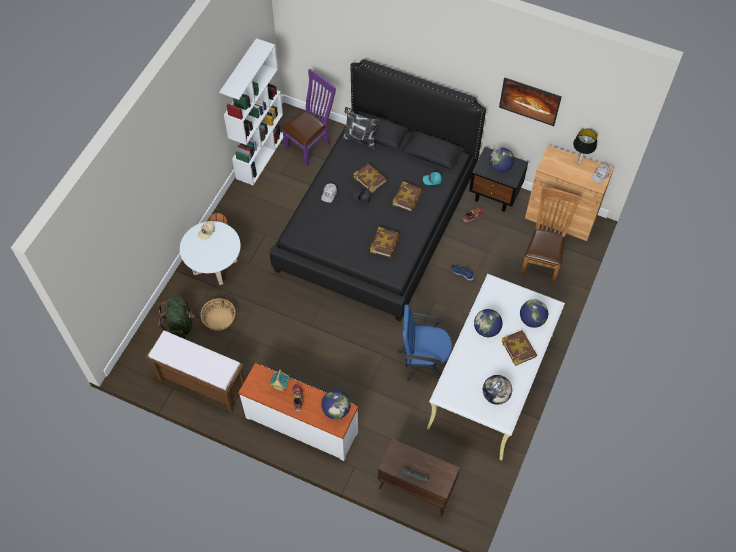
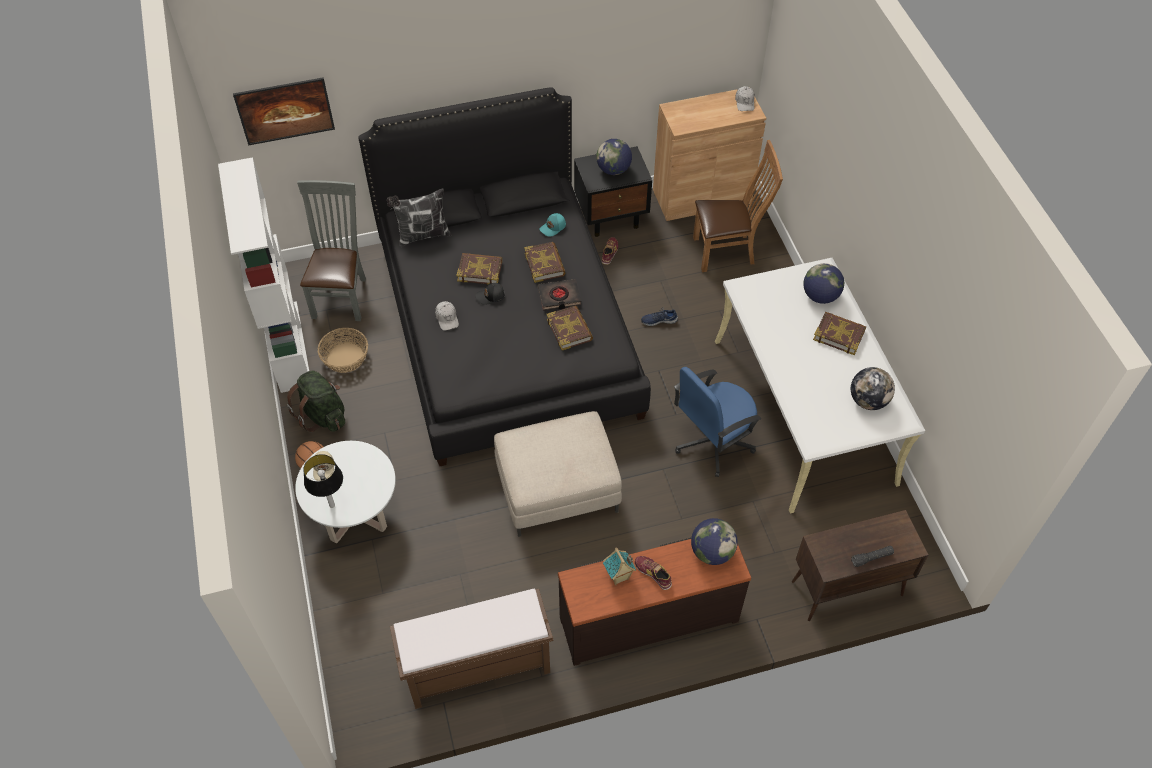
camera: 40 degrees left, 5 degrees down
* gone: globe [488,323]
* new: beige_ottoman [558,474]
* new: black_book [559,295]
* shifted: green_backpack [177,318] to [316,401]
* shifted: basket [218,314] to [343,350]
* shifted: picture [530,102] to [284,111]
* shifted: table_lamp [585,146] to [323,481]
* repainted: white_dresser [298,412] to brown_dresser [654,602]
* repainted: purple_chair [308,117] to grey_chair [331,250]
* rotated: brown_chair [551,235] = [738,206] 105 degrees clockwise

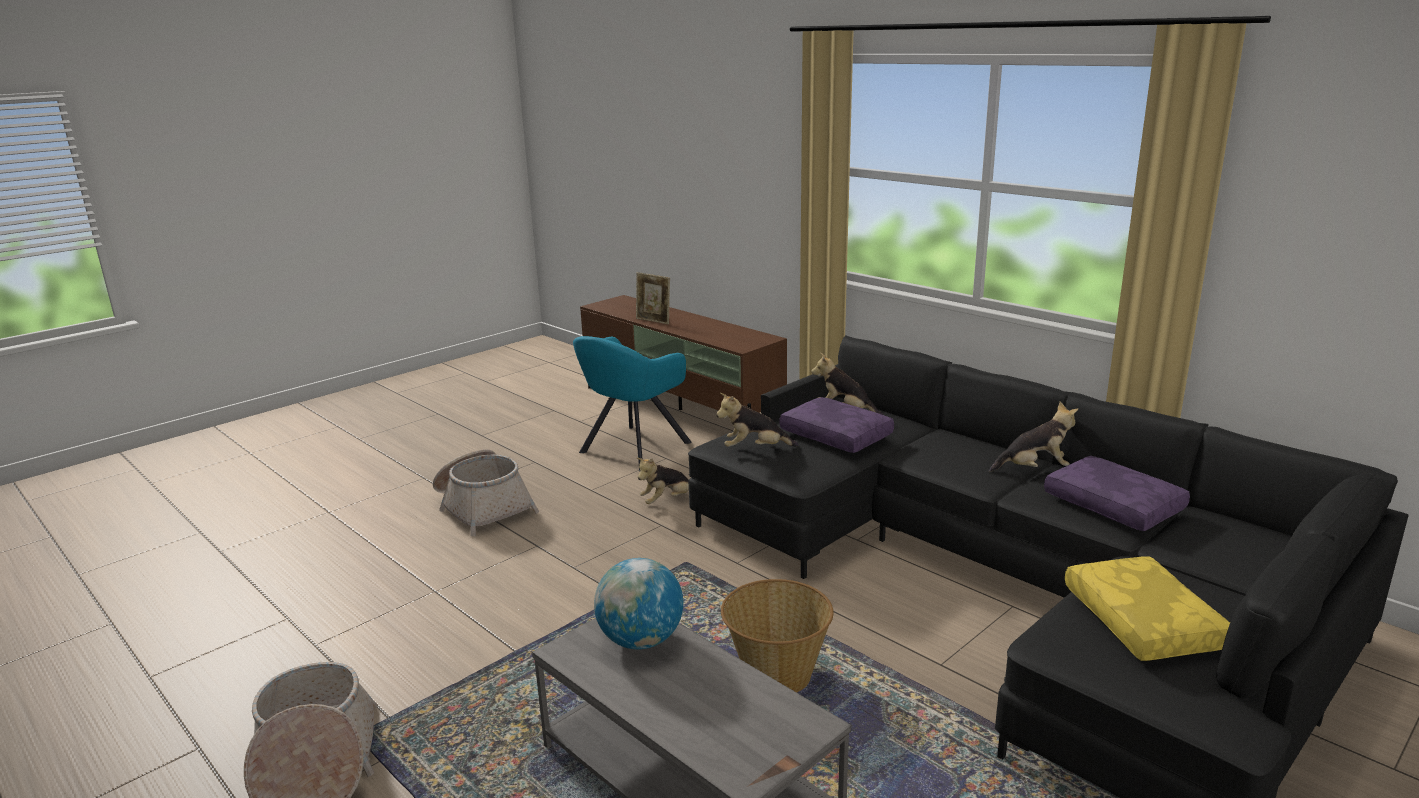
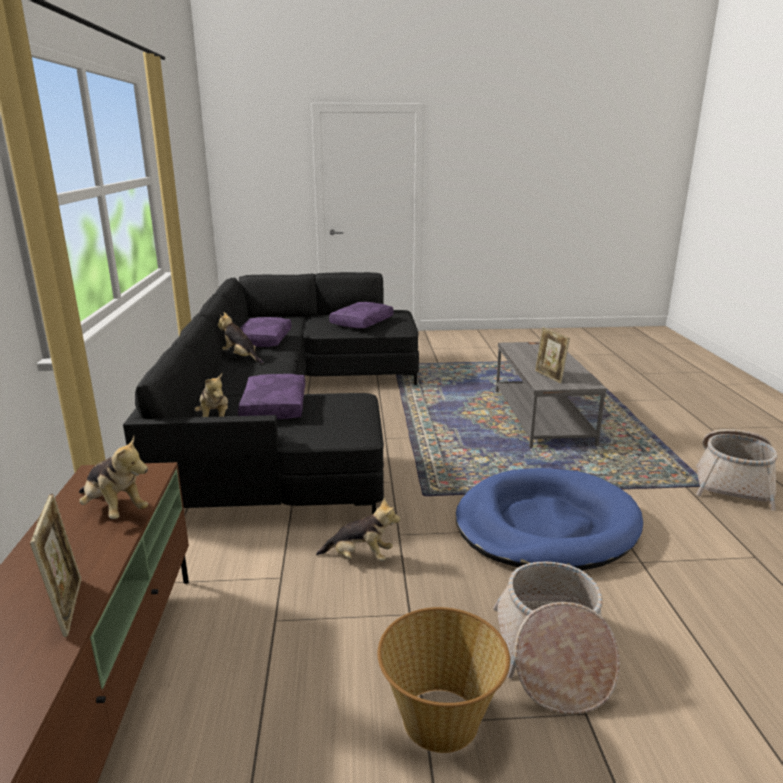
camera: 140 degrees left, 0 degrees up
* gone: turquoise_armchair [632,403]
* new: blue_dog_bed [549,519]
* shifted: plush_toy [757,420] to [113,477]
* shifted: basket [777,635] to [444,680]
* swapped: globe [638,603] to picture_frame [552,355]
* repainted: yellow_pillow [1147,608] to purple_pillow [361,315]

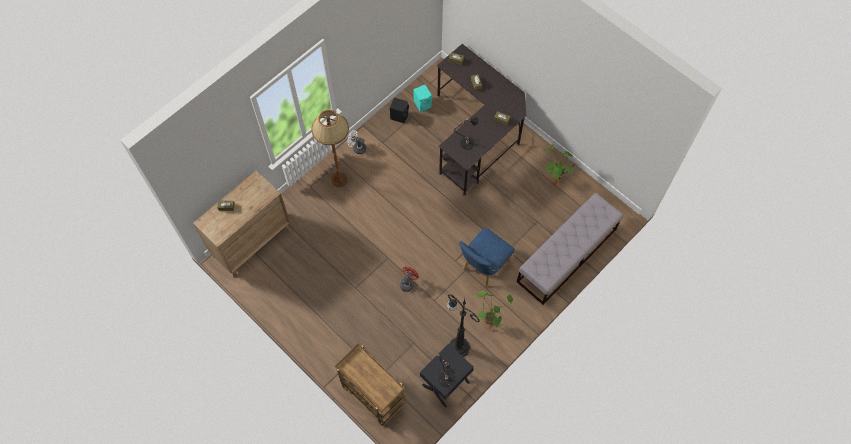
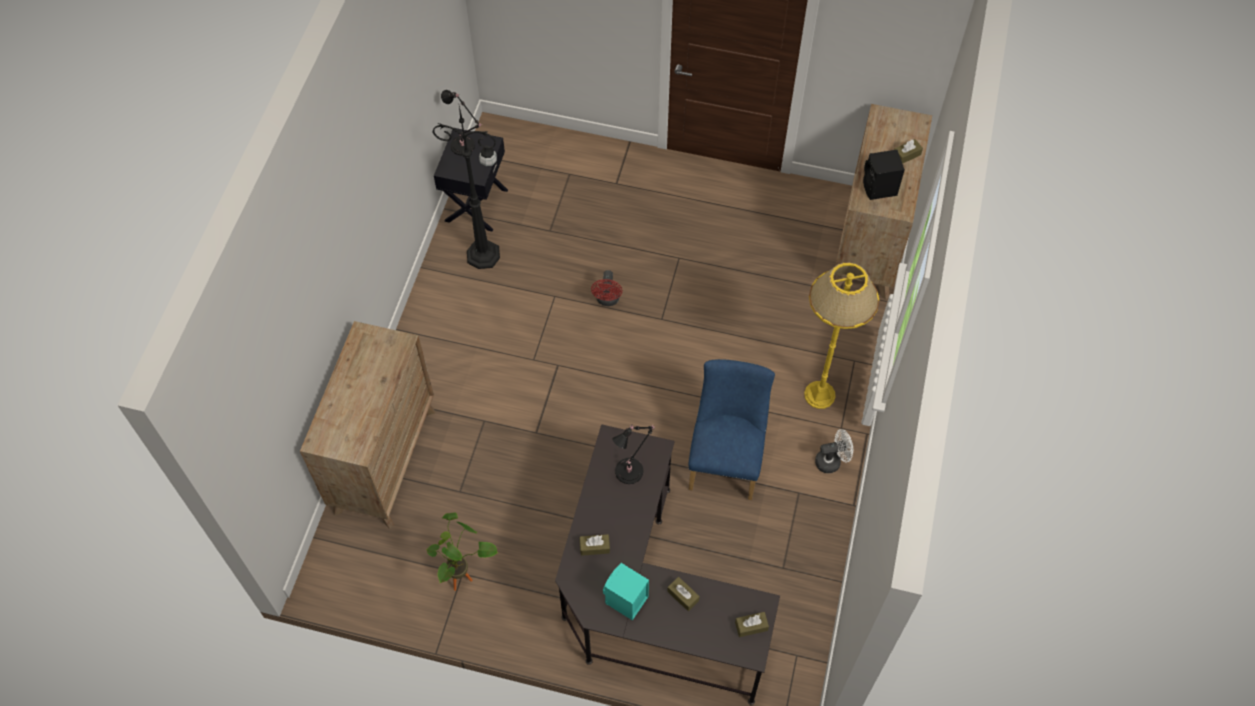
camera: 150 degrees right, 5 degrees down
* gone: brown_cart [370,384]
* gone: potted_plant [494,310]
* shifted: black_speaker [399,110] to [884,175]
* shifted: turquoise_speaker [422,98] to [626,591]
* shifted: blue_chair [487,257] to [731,429]
* swapped: grey_bench [570,249] to brown_dresser [367,425]
* repainted: brown_floor_lamp [330,148] to yellow_floor_lamp [841,336]

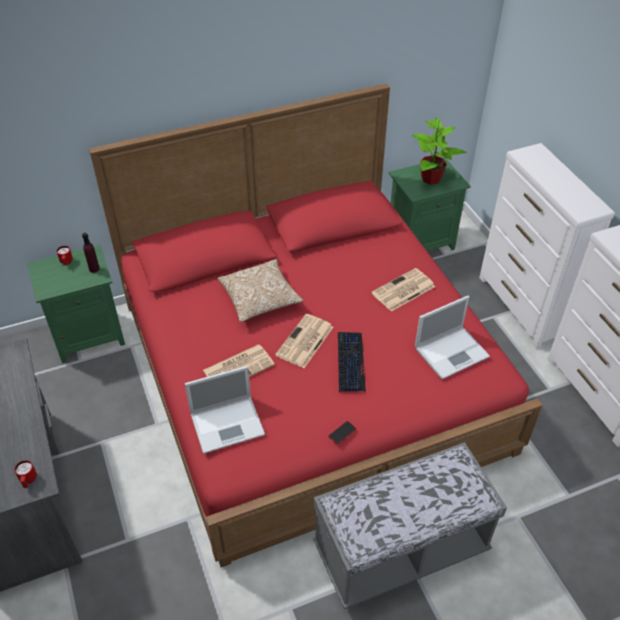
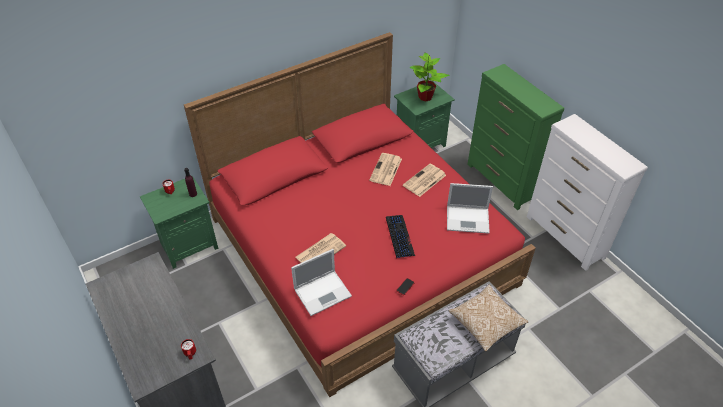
camera: 10 degrees left, 0 degrees up
* shifted: pillow [261,290] to [488,317]
* shifted: newspaper [304,341] to [385,169]
* repainted: white_dresser [547,246] to green_dresser [515,137]
* rotated: laptop [452,337] = [470,208] 45 degrees clockwise

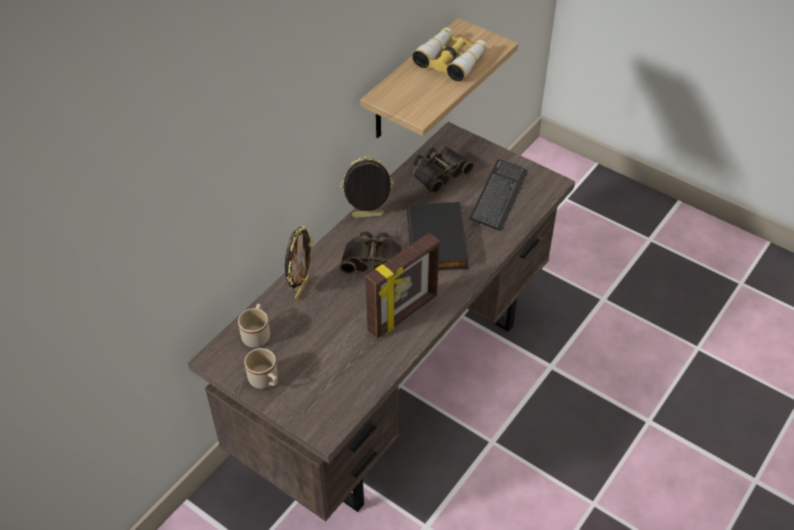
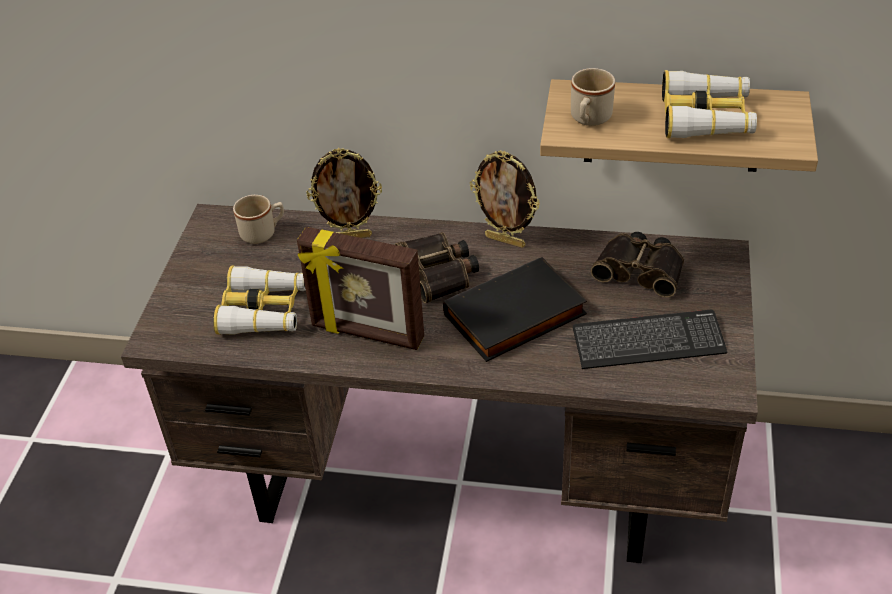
camera: 65 degrees right, 5 degrees down
* new: binoculars [259,300]
* shifted: beige_mug [260,368] to [593,97]
* rotated: picture_frame [367,187] = [505,199] 150 degrees clockwise

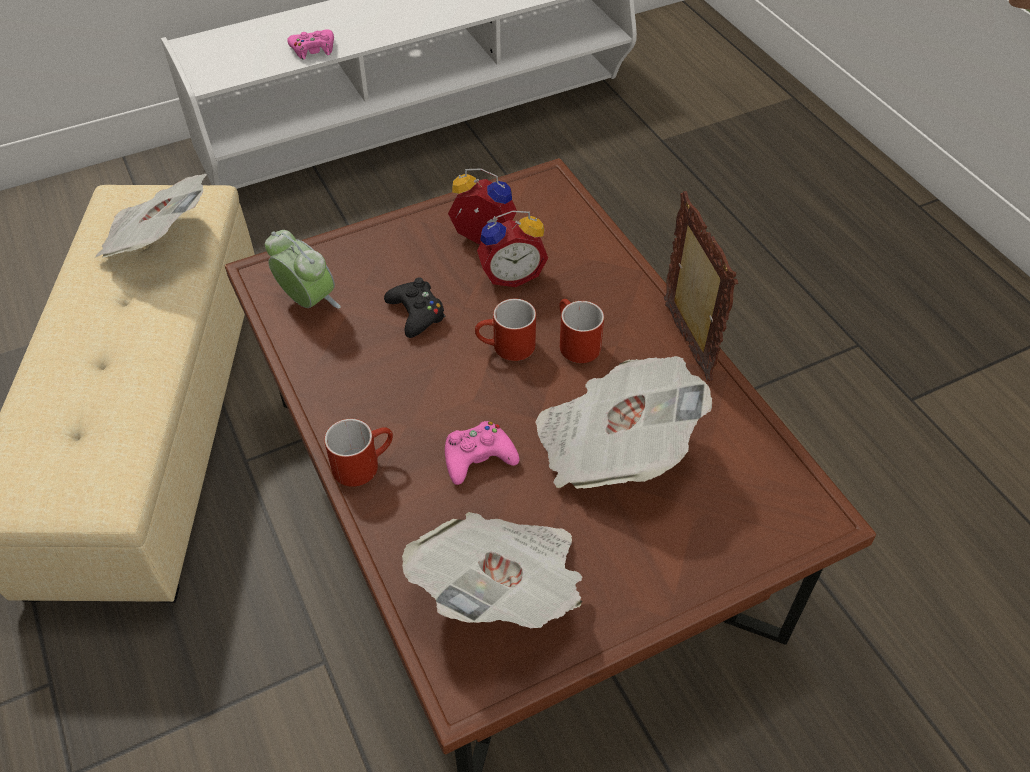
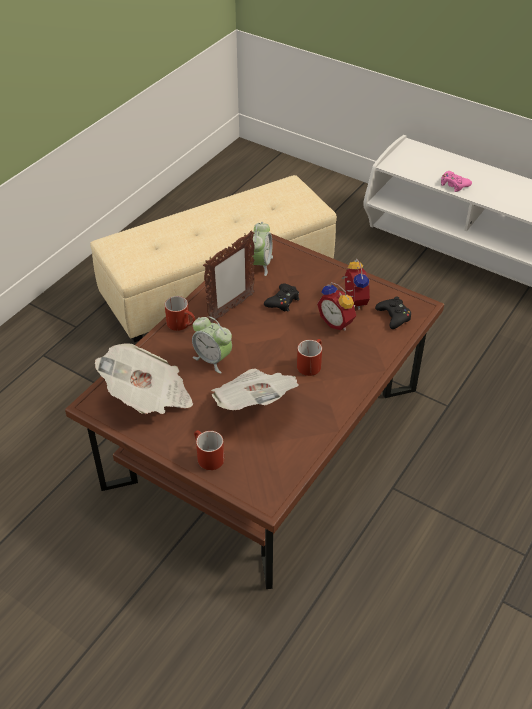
camera: 60 degrees right, 5 degrees down
* gone: newspaper [151,216]
* new: black_game_controller [393,312]
* shifted: red_mug [505,330] to [209,450]
* shifted: picture_frame [701,286] to [229,277]
* swapped: pink_game_controller [482,453] to alarm_clock [212,344]

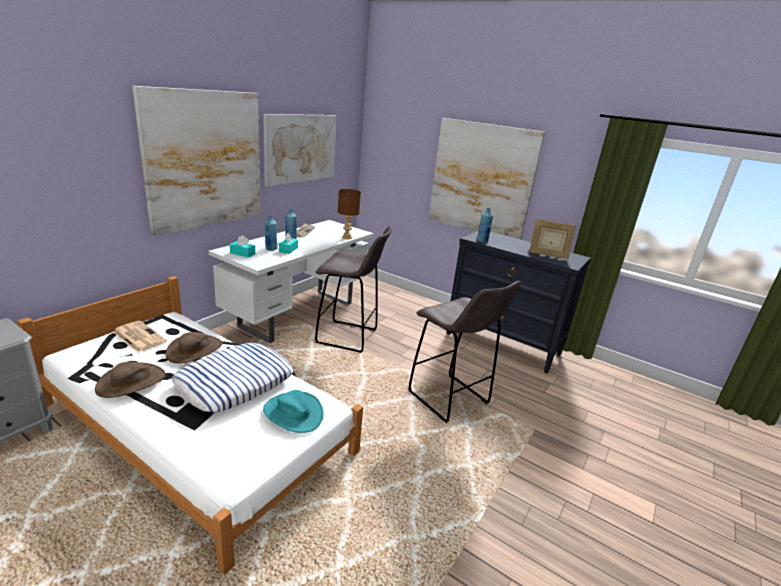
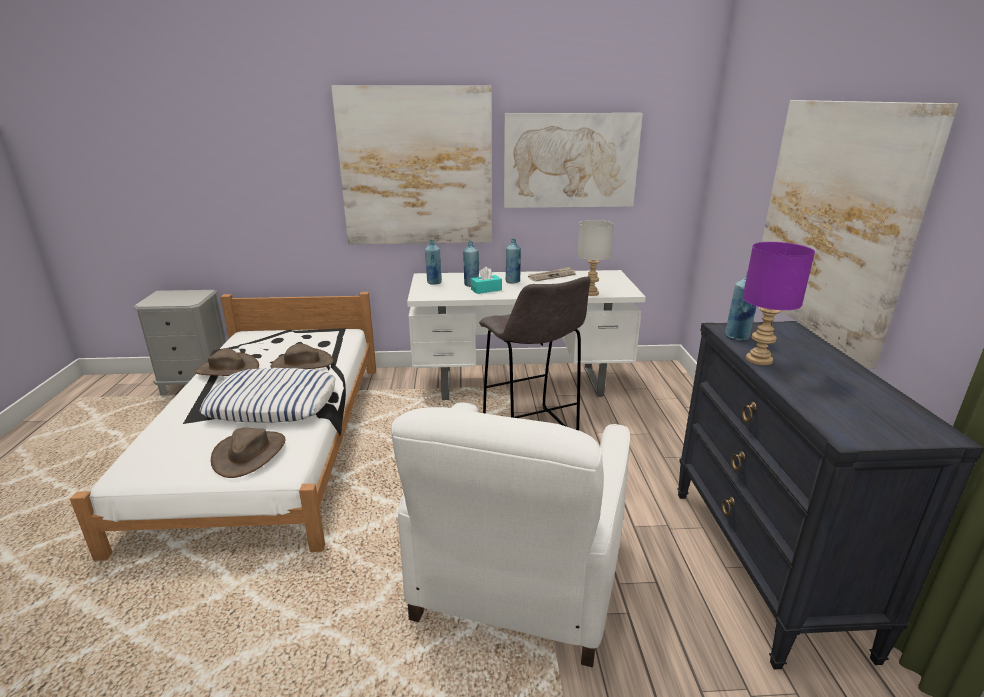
camera: 55 degrees right, 0 degrees up
* gone: newspaper [140,336]
* gone: picture_frame [552,239]
* new: purple_table_lamp [779,303]
* swapped: turquoise_tissue_box [242,247] to blue_bottle [433,262]
* swapped: grey_stool [464,352] to white_armchair [511,534]
* repainted: turquoise_hat [293,411] to brown_hat [248,453]
* repainted: brown_table_lamp [349,214] to grey_table_lamp [595,258]

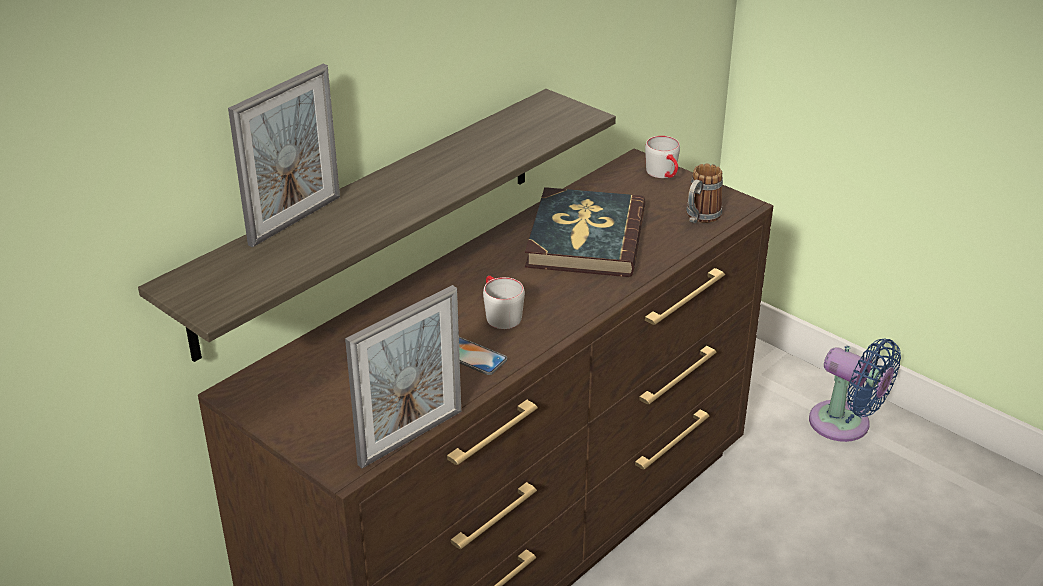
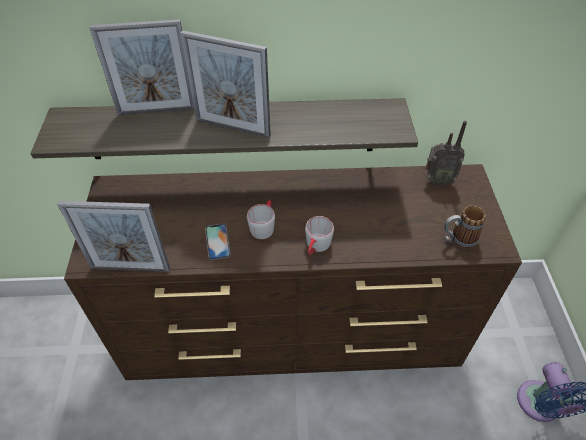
camera: 45 degrees right, 15 degrees up
* gone: book [585,232]
* new: picture_frame [225,84]
* new: radio [446,153]
* shifted: grey_mug [662,157] to [319,235]

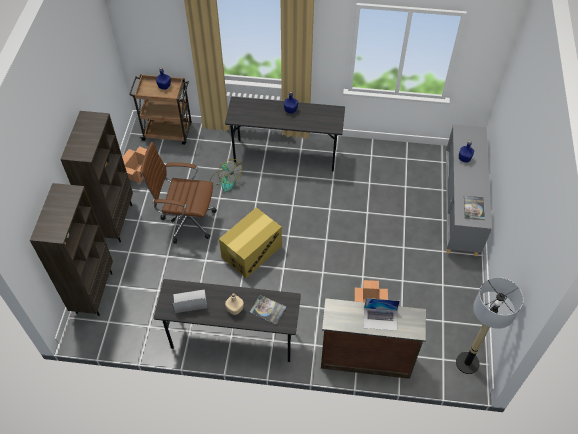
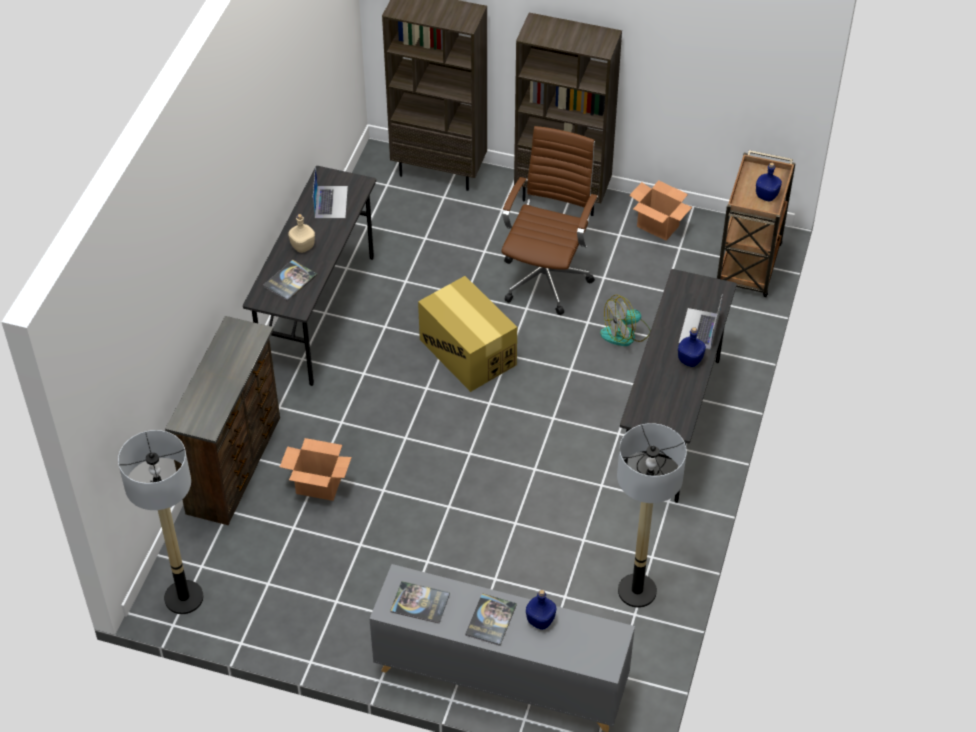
camera: 100 degrees right, 5 degrees down
* new: book [491,619]
* new: floor_lamp [652,515]
* shifted: laptop [382,314] to [701,322]

